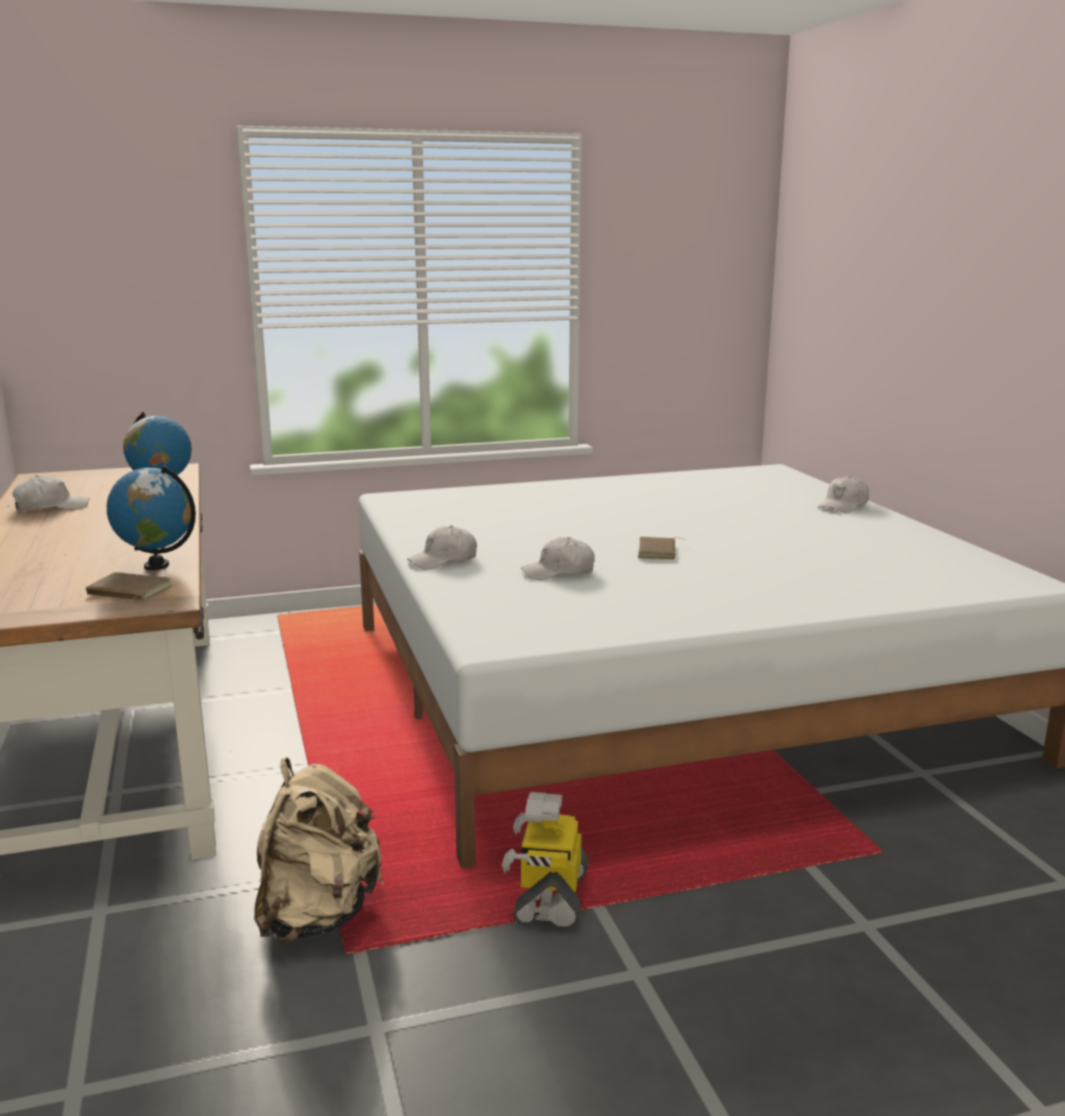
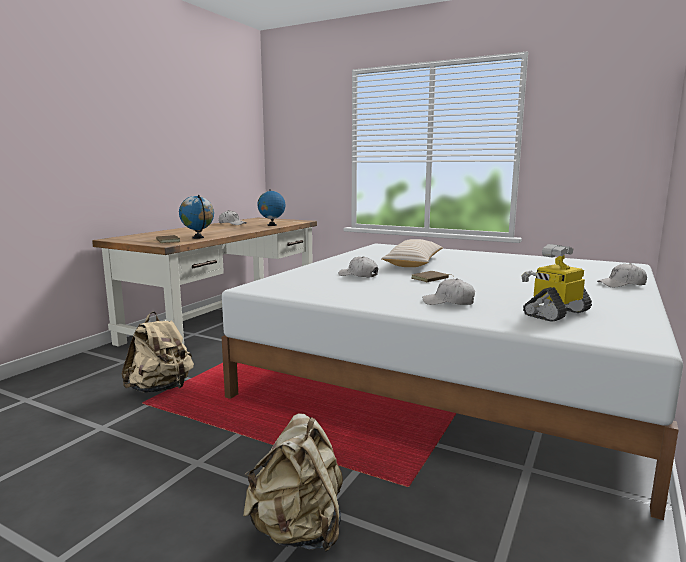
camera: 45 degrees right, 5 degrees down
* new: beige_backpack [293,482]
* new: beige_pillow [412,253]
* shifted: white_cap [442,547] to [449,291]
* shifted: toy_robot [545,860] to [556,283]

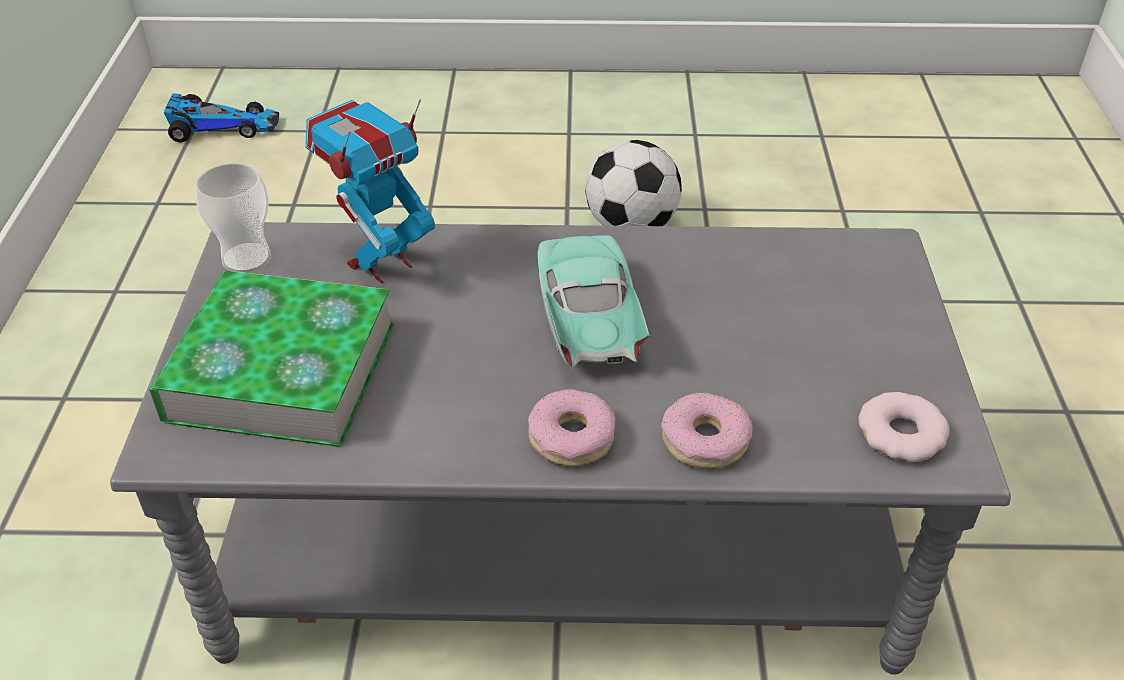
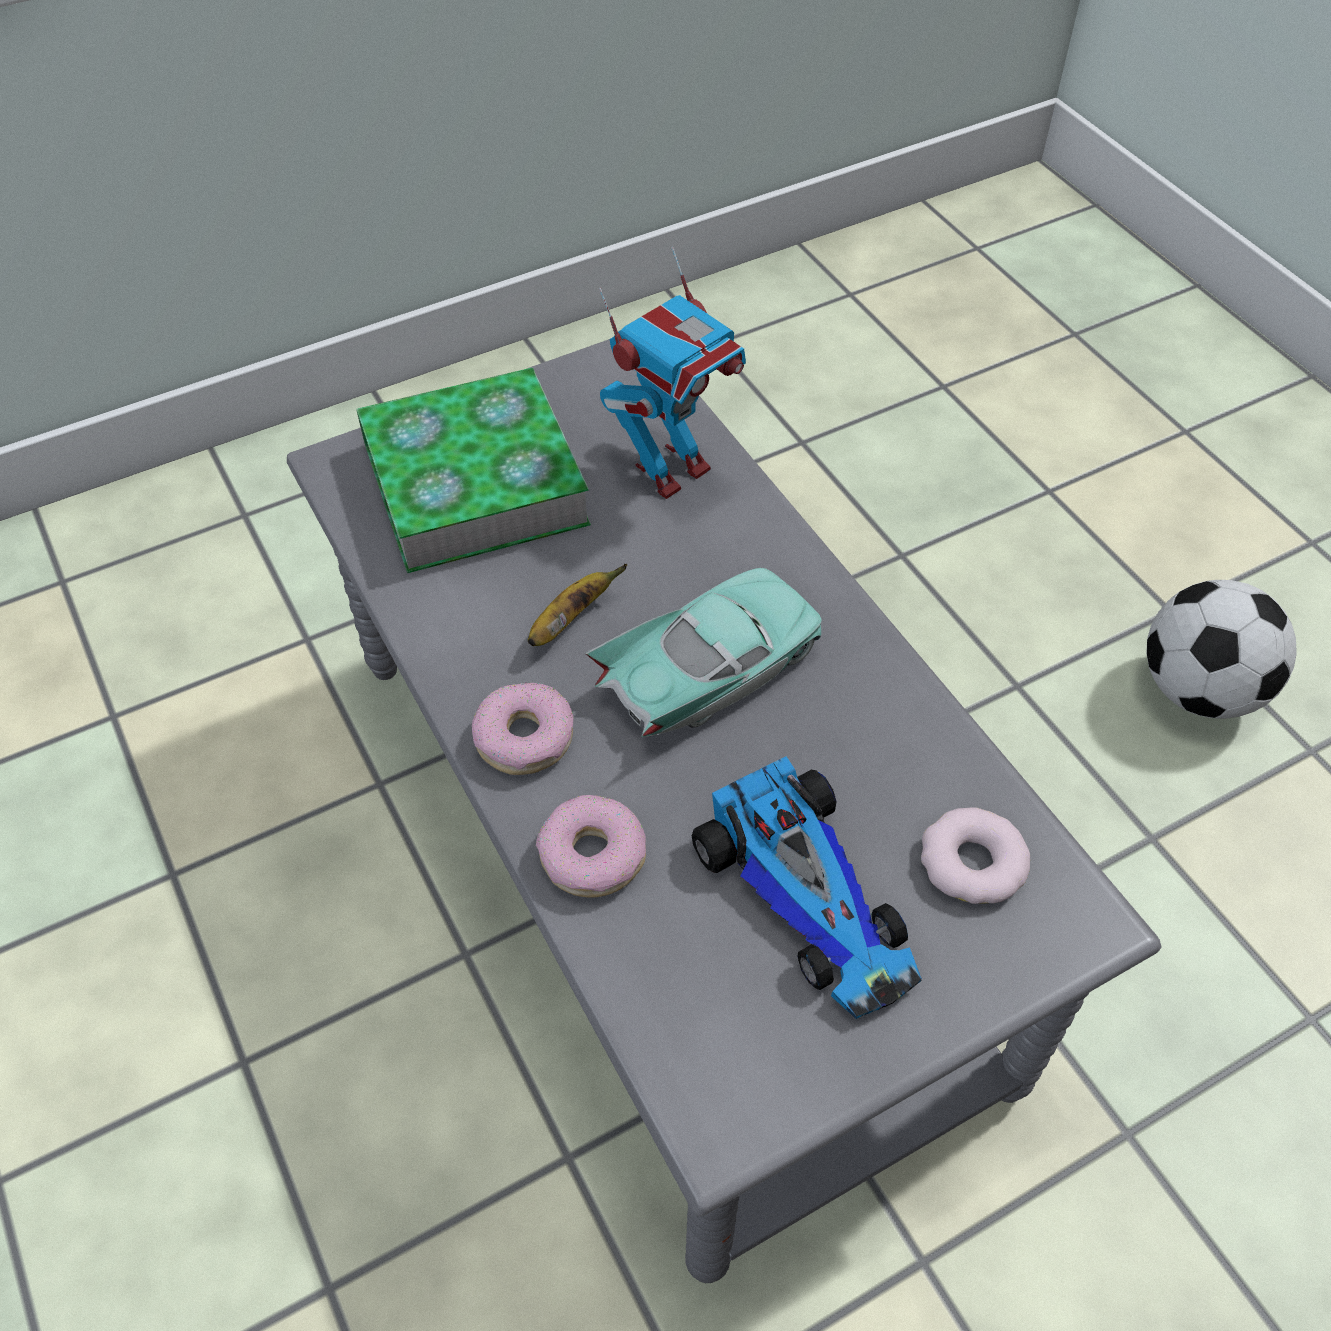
camera: 60 degrees right, 10 degrees up
* gone: cup [233,218]
* new: banana [577,605]
* shifted: toy_car [221,118] to [807,887]
* shifted: donut [904,427] to [975,855]
* rotated: toy_robot [370,191] = [672,373] 120 degrees clockwise

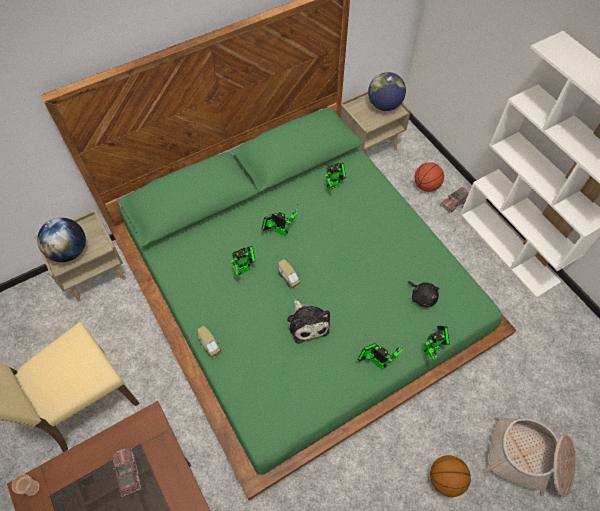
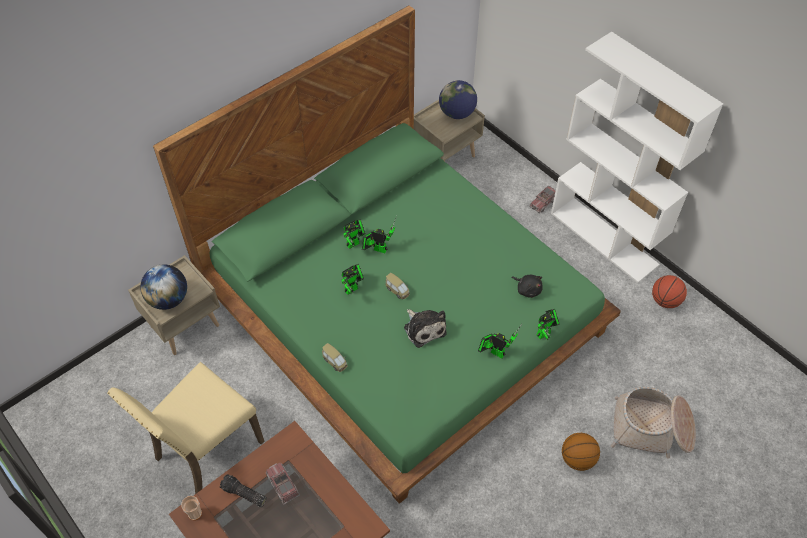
camera: 10 degrees left, 5 degrees down
* new: flashlight [243,490]
* shifted: toy_robot [335,176] to [354,234]
* shifted: basketball [429,177] to [669,291]

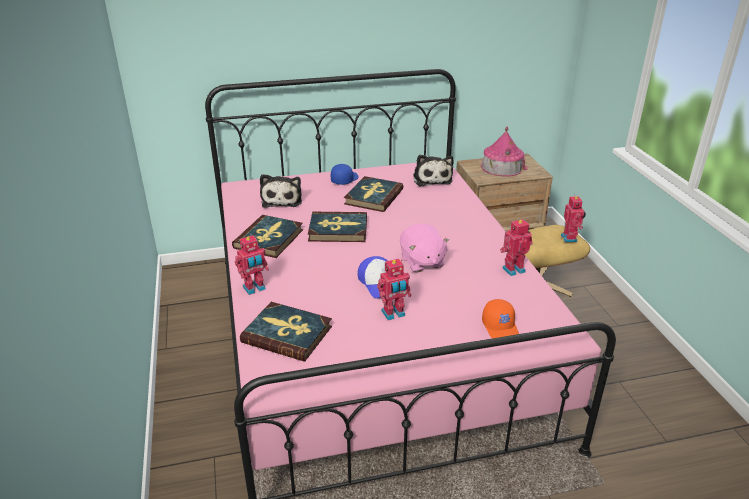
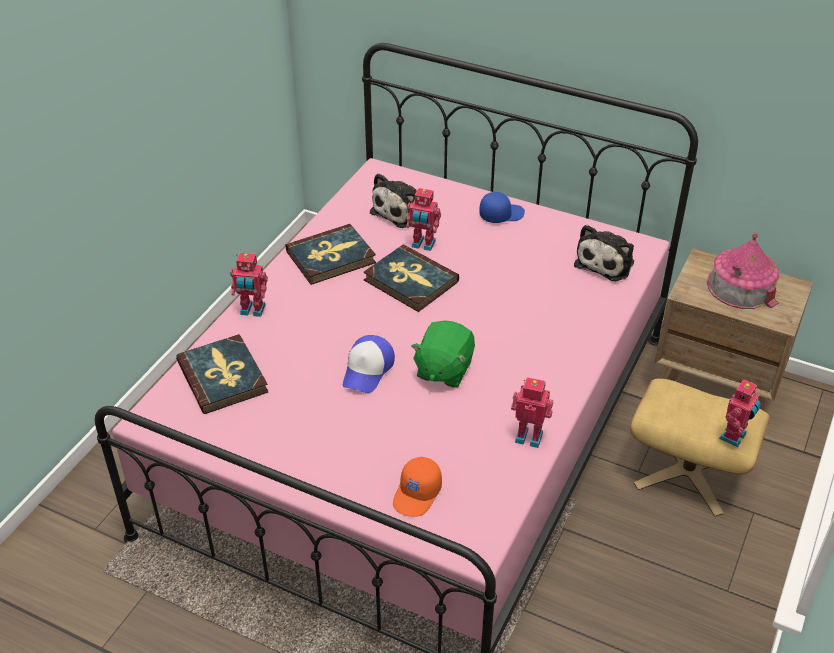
camera: 40 degrees right, 10 degrees up
* gone: book [373,194]
* shifted: toy_robot [394,289] to [423,219]
* repainted: pink_plush_toy [425,248] to green_plush_toy [443,354]

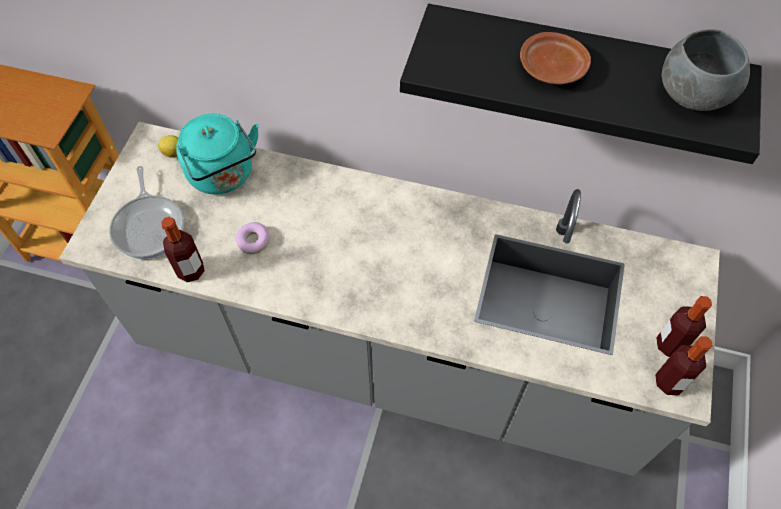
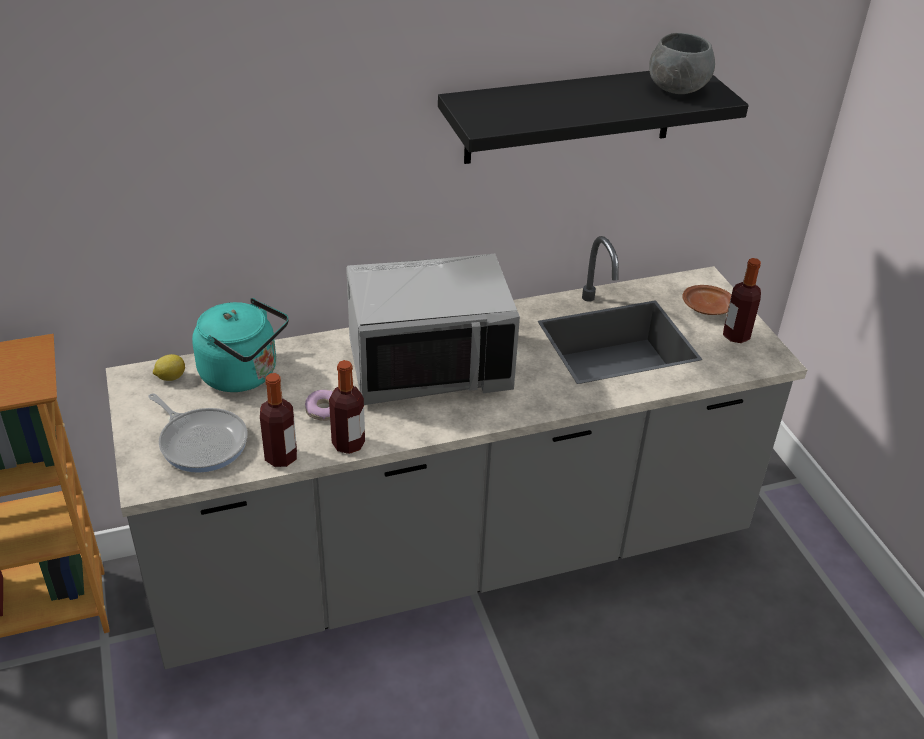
camera: 35 degrees left, 20 degrees down
* new: grey_microwave [433,329]
* shifted: brown_plate [555,58] to [707,300]
* shifted: bottle [683,366] to [347,407]

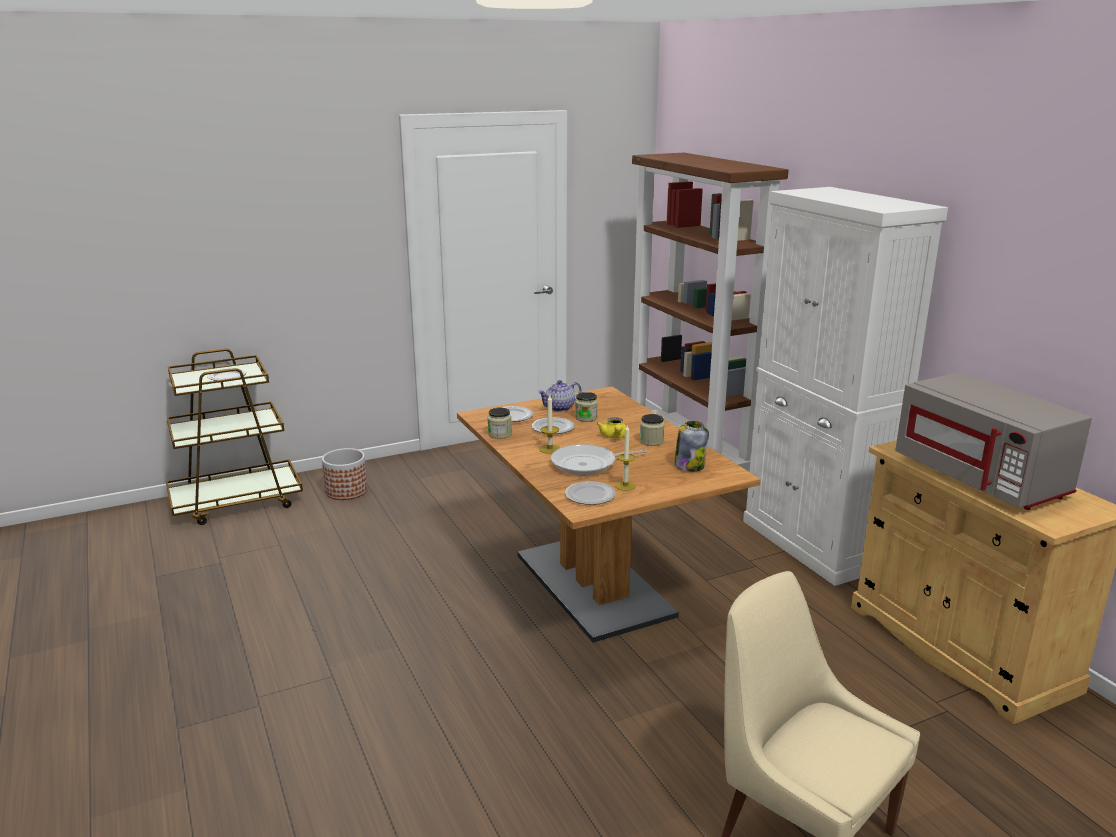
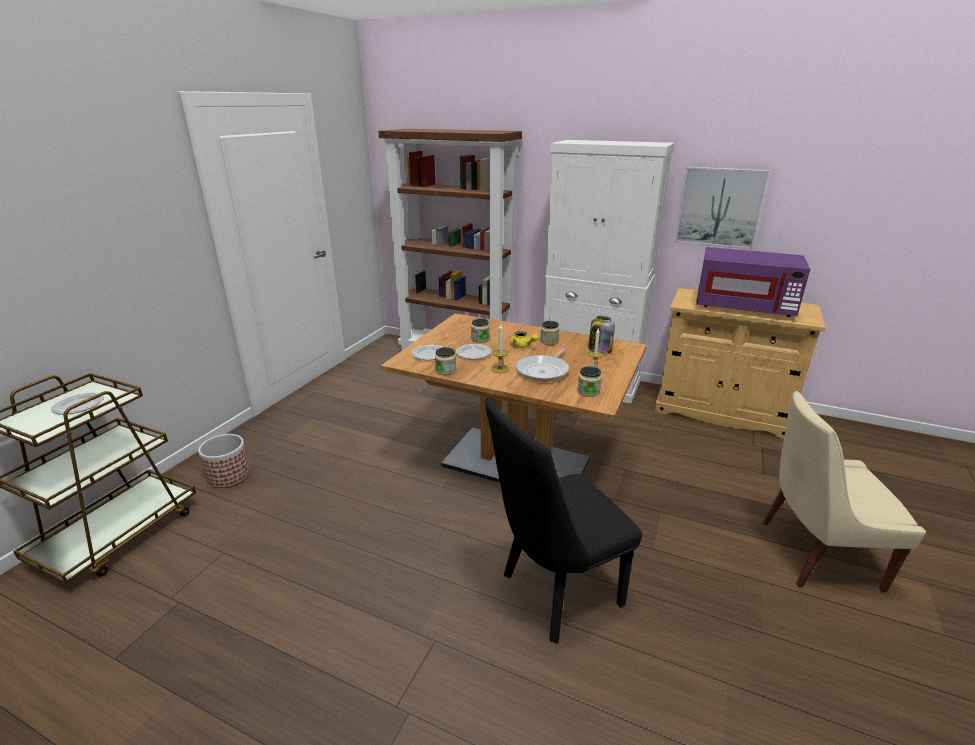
camera: 40 degrees left, 5 degrees up
* gone: teapot [559,396]
* new: black_chair [564,520]
* new: picture [722,208]
* swapped: plate [590,493] to jar [589,381]
* repainted: grey_microwave [993,441] to purple_microwave [753,282]

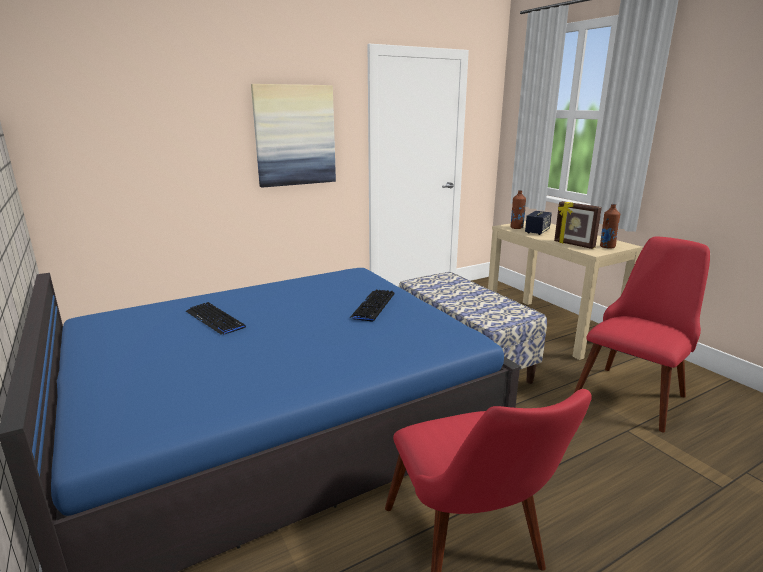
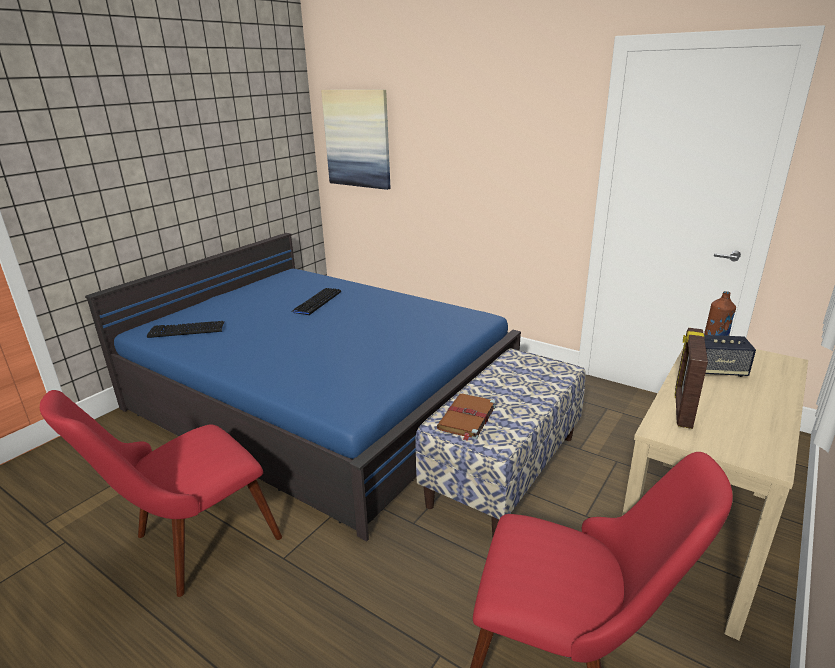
camera: 65 degrees right, 5 degrees up
* gone: brown_bottle [610,226]
* new: brown_book [466,417]
* shifted: picture [293,136] to [355,139]
* shifted: keyboard [372,306] to [186,329]

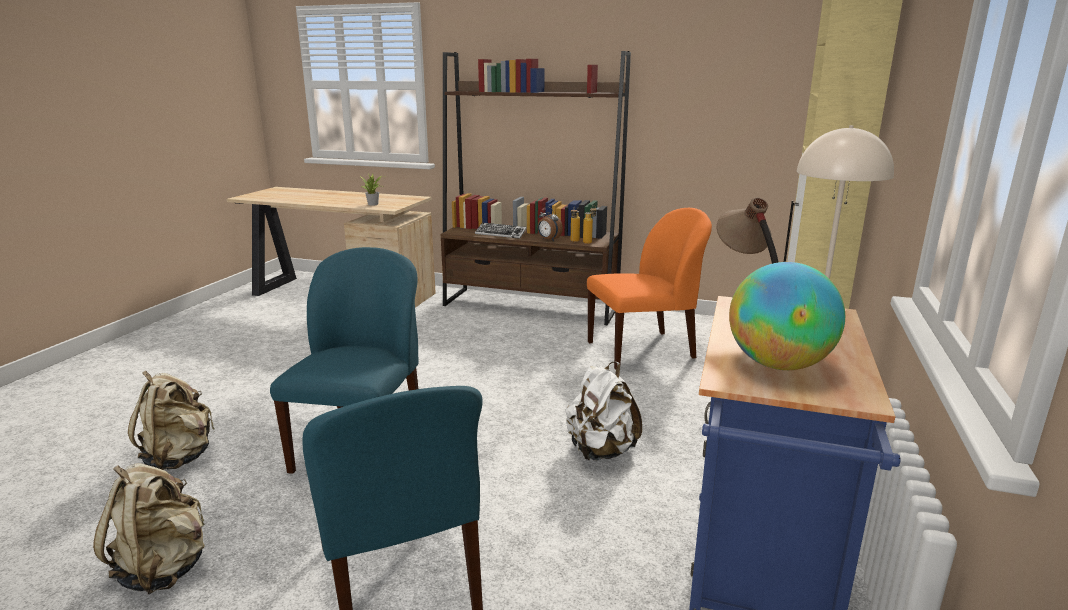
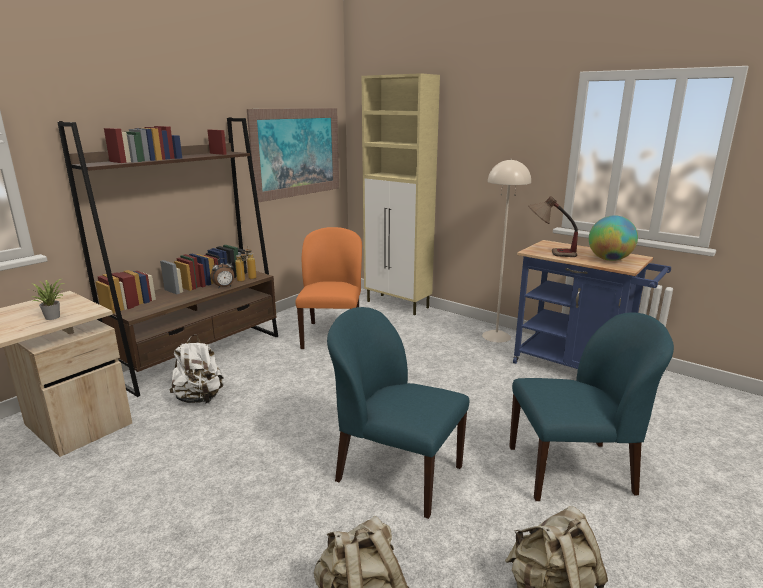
camera: 70 degrees left, 0 degrees up
* gone: keyboard [501,231]
* new: picture [293,155]
* shifted: white_backpack [603,411] to [196,369]

